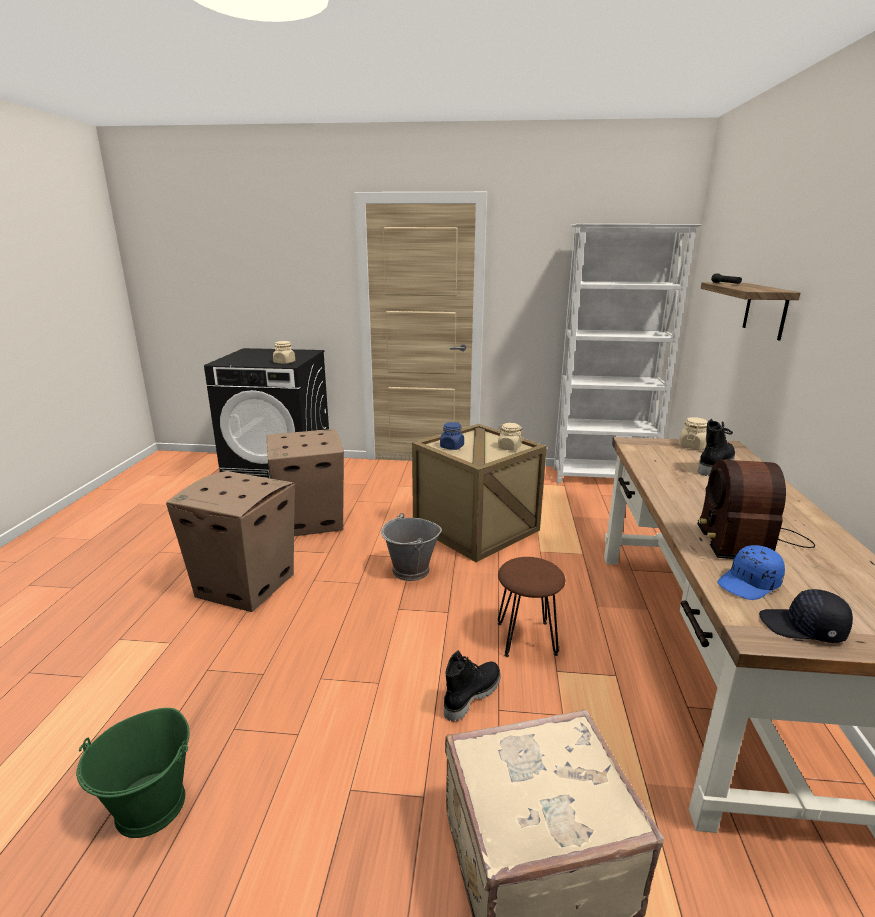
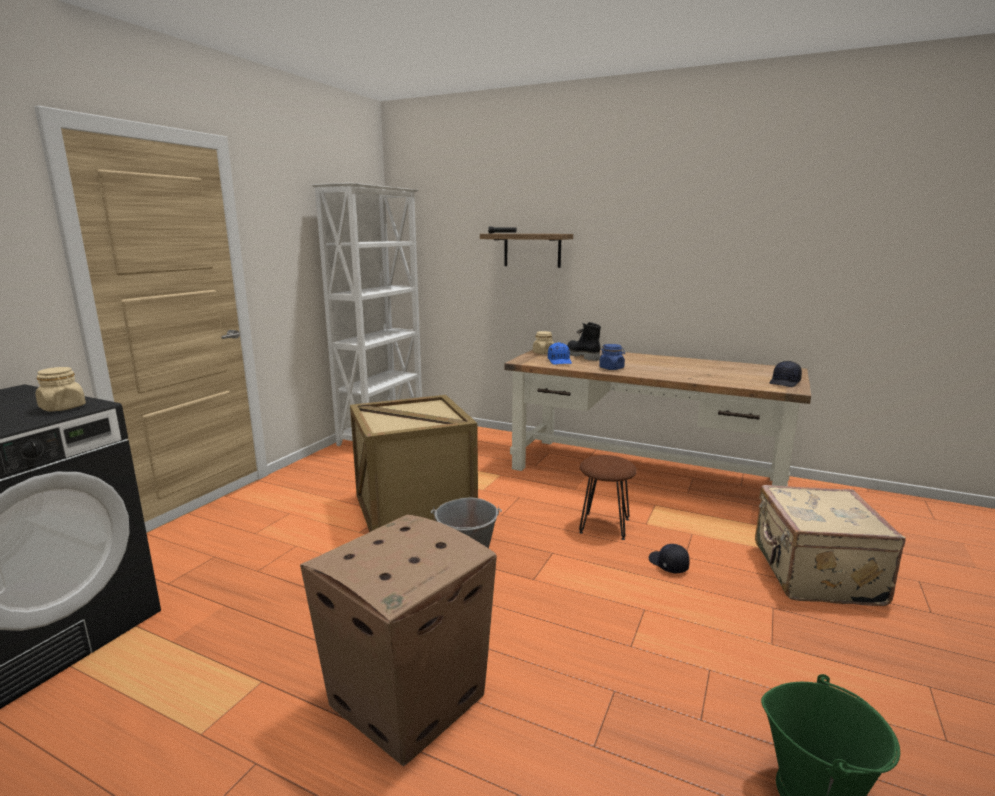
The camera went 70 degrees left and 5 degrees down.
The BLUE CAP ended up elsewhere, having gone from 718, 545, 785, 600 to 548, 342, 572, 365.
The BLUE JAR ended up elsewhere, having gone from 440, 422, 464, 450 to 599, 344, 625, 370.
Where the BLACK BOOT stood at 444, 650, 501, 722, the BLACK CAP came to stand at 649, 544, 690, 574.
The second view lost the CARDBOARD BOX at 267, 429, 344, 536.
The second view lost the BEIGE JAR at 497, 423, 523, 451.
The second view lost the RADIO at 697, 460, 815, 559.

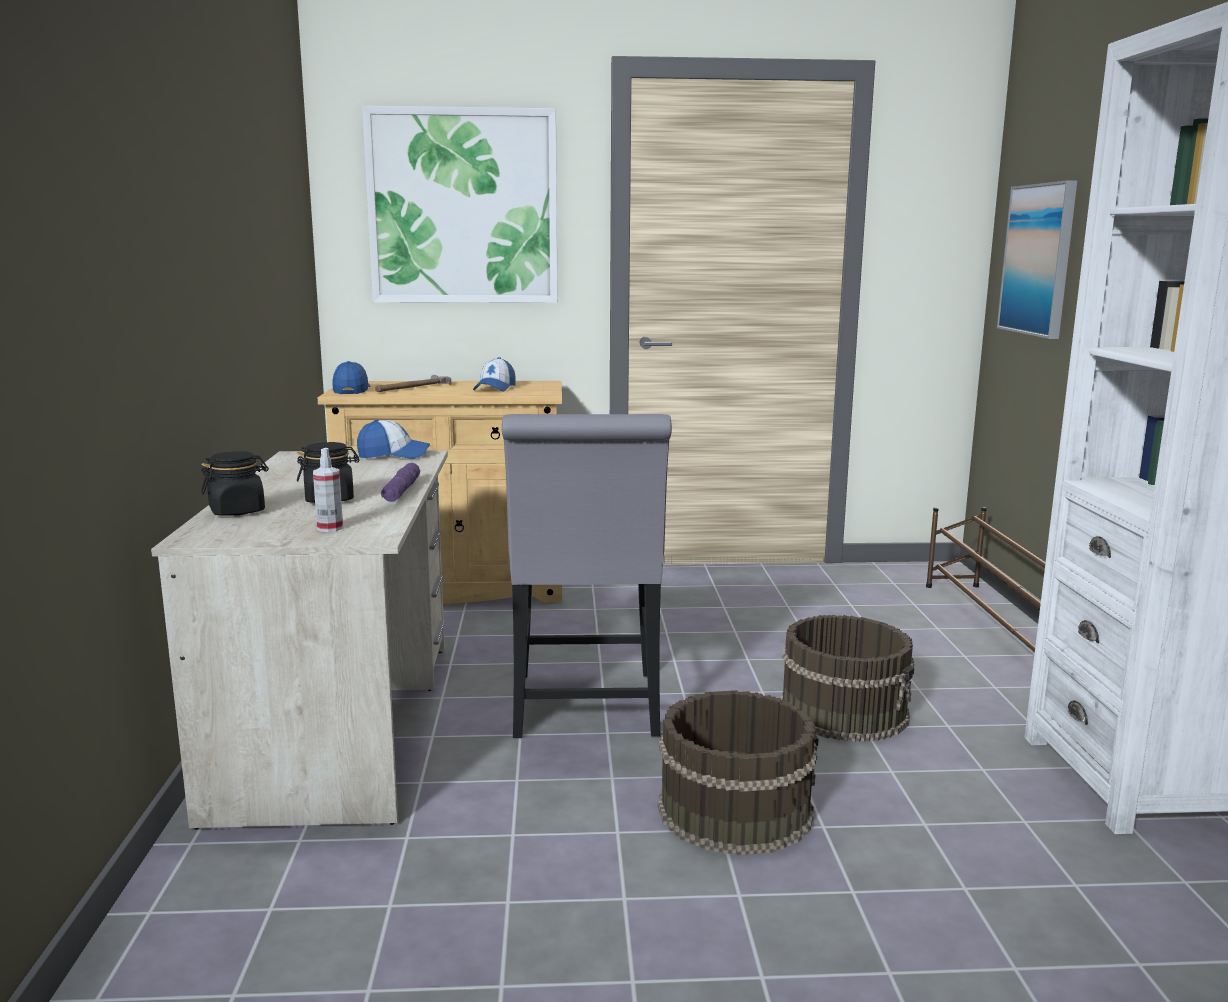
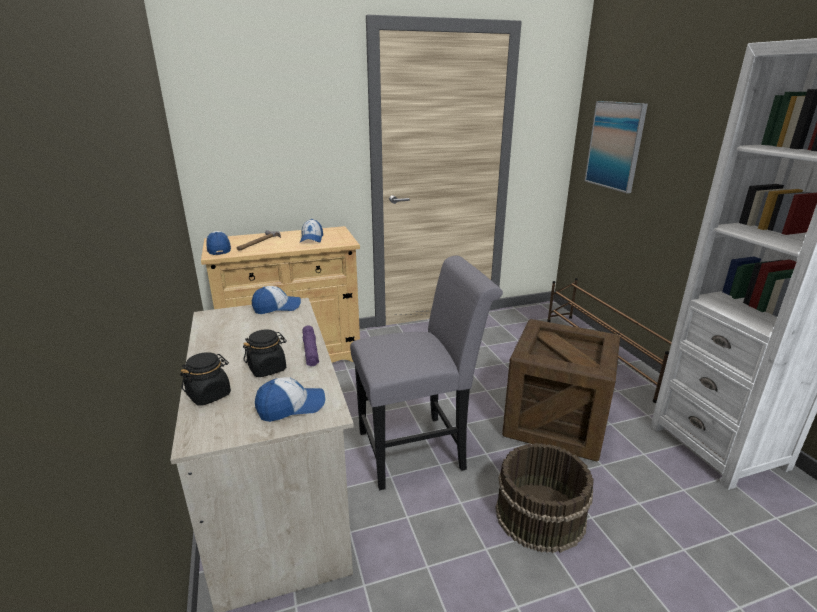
The camera went 15 degrees left and 10 degrees up.
Where the SPRAY BOTTLE stood at 313, 448, 343, 532, the CAP came to stand at 255, 377, 325, 422.
The GREY CHAIR at 502, 414, 672, 738 ended up facing another way, 90 degrees counterclockwise from before.
Where the BROWN BUCKET stood at 781, 615, 914, 742, the CRATE came to stand at 502, 319, 620, 461.
The second view lost the PICTURE at 362, 106, 558, 303.

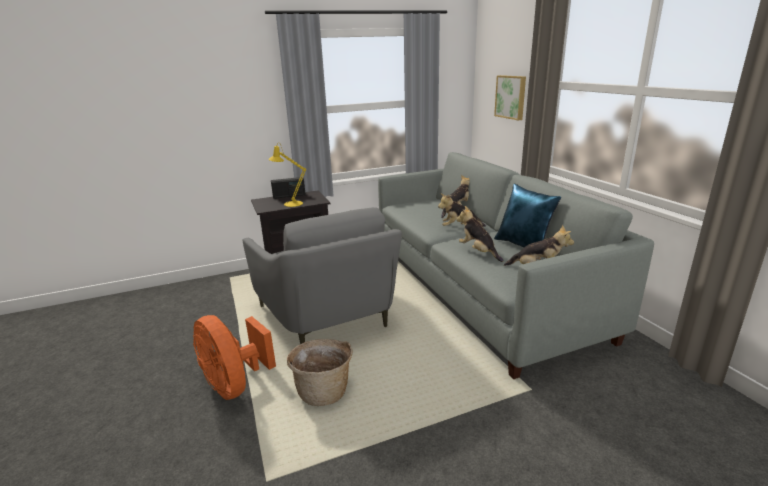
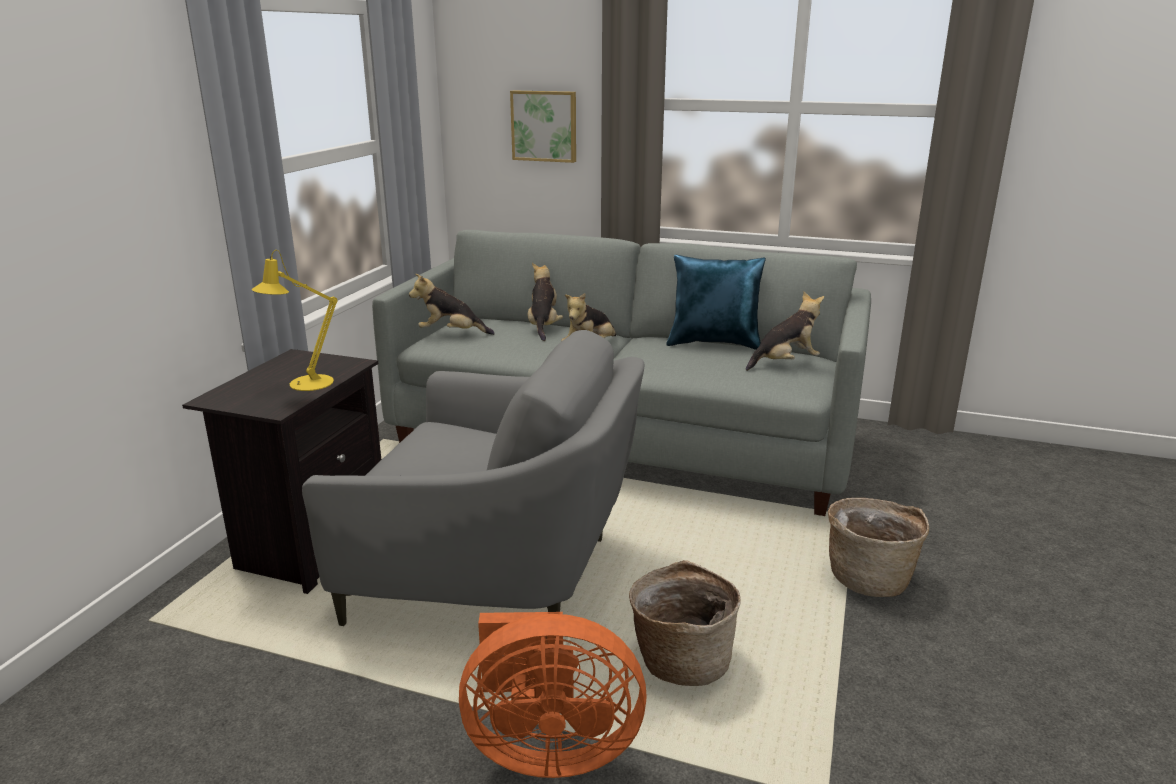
The camera went 50 degrees left and 0 degrees up.
The PLUSH TOY ended up elsewhere, having gone from 456, 206, 503, 262 to 409, 273, 495, 335.
The second view gained the BASKET at 828, 498, 929, 597.
The second view lost the RADIO at 271, 177, 306, 199.

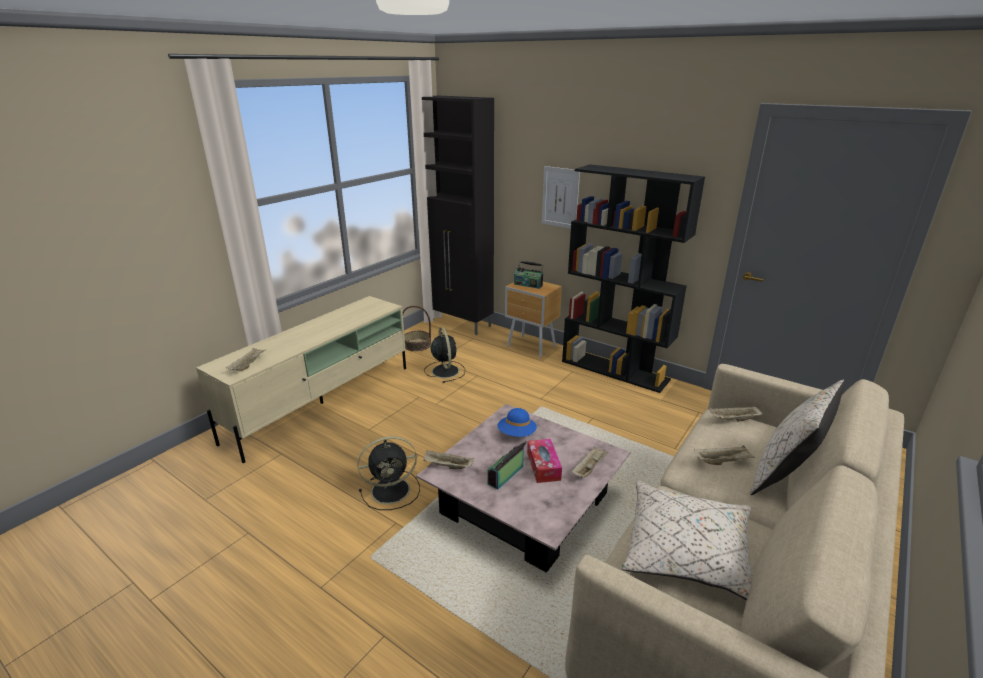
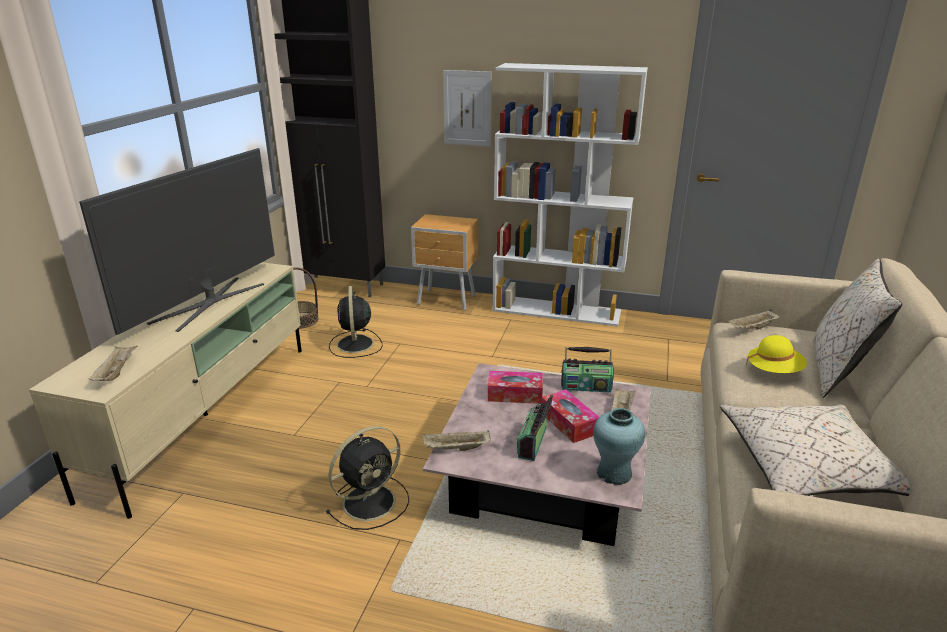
The camera went 20 degrees left and 0 degrees up.
The second view gained the TELEVISION at 79, 148, 275, 335.
The BLACK FAN at 424, 327, 465, 383 ended up facing another way, 150 degrees counterclockwise from before.
Where the BLUE HAT stood at 497, 408, 537, 437, the TISSUE BOX came to stand at 488, 371, 543, 404.
What was the BLACK BOOKCASE at 562, 164, 705, 393 turned into the WHITE BOOKCASE at 492, 63, 648, 327.
The RADIO ended up elsewhere, having gone from 514, 261, 543, 289 to 561, 347, 614, 392.
The second view gained the TURQUOISE VASE at 593, 408, 645, 485.
Where the BEIGE TRAY stood at 694, 445, 755, 465, the YELLOW HAT came to stand at 746, 335, 807, 373.

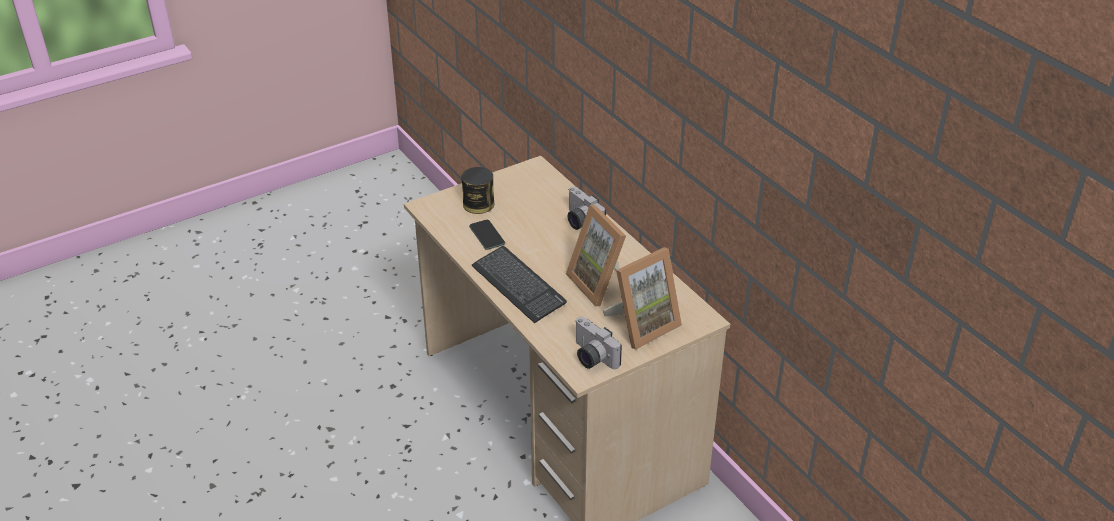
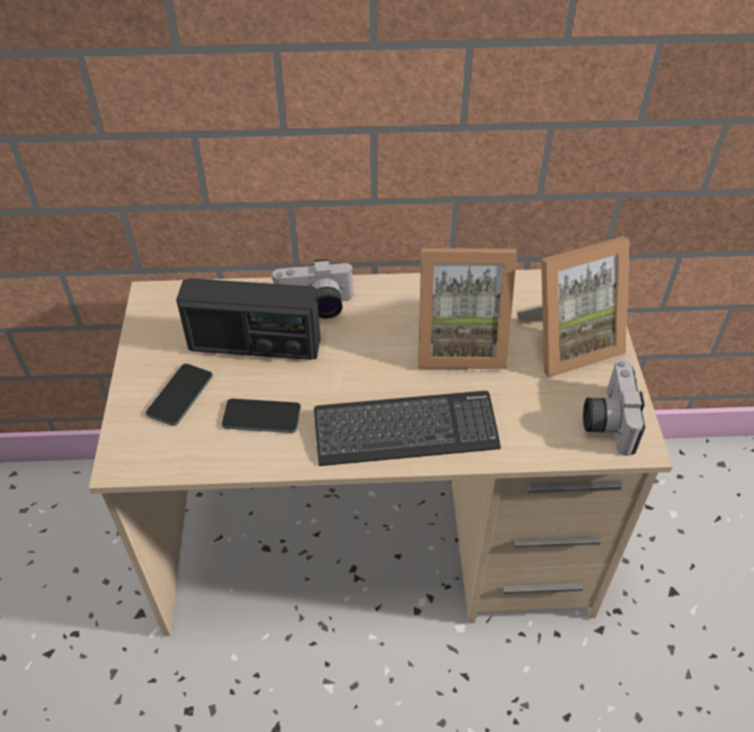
The camera went 60 degrees left and 10 degrees up.
Where the CAN stood at 461, 167, 494, 214, the PHONE came to stand at 146, 364, 213, 426.
The second view gained the RADIO at 176, 278, 321, 360.
The PICTURE FRAME at 603, 247, 682, 350 ended up facing another way, 75 degrees clockwise from before.
The PHOTO CAMERA at 575, 317, 622, 369 ended up facing another way, 105 degrees clockwise from before.

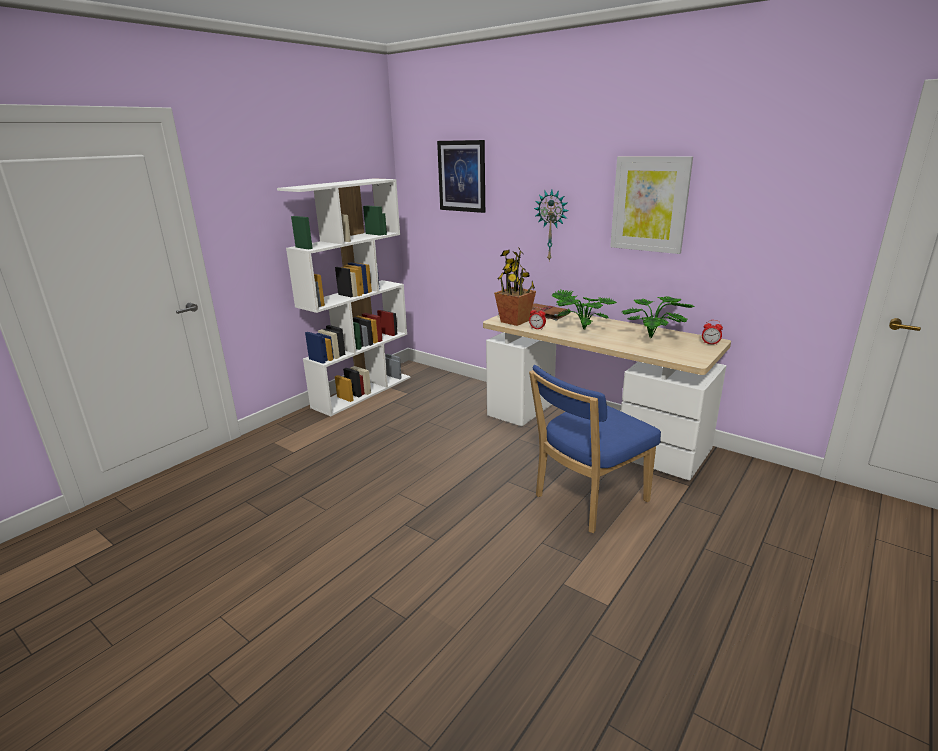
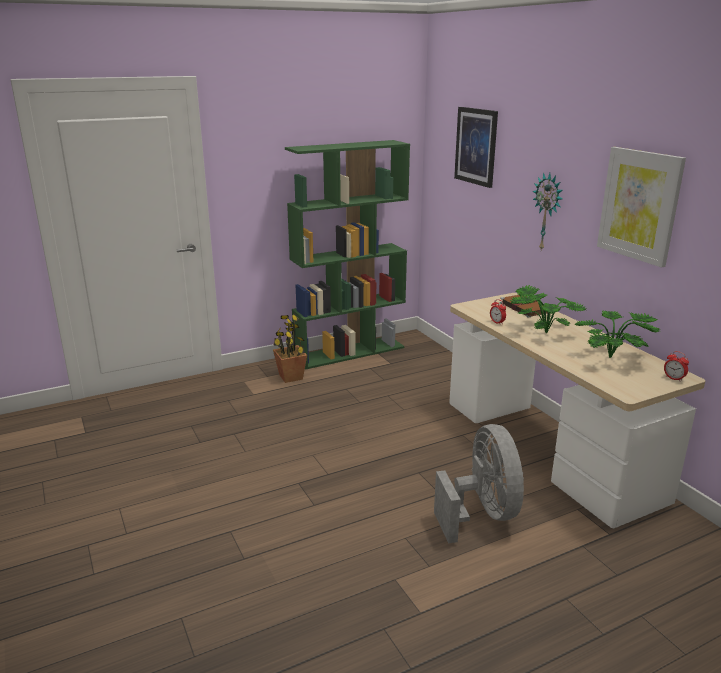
The camera went 25 degrees right and 0 degrees up.
The POTTED PLANT ended up elsewhere, having gone from 494, 248, 536, 326 to 273, 314, 307, 383.
What was the WHITE BOOKCASE at 277, 178, 410, 416 turned into the GREEN BOOKCASE at 285, 140, 410, 369.
Where the BLUE CHAIR stood at 529, 365, 661, 533, the GREY FAN came to stand at 434, 424, 524, 543.

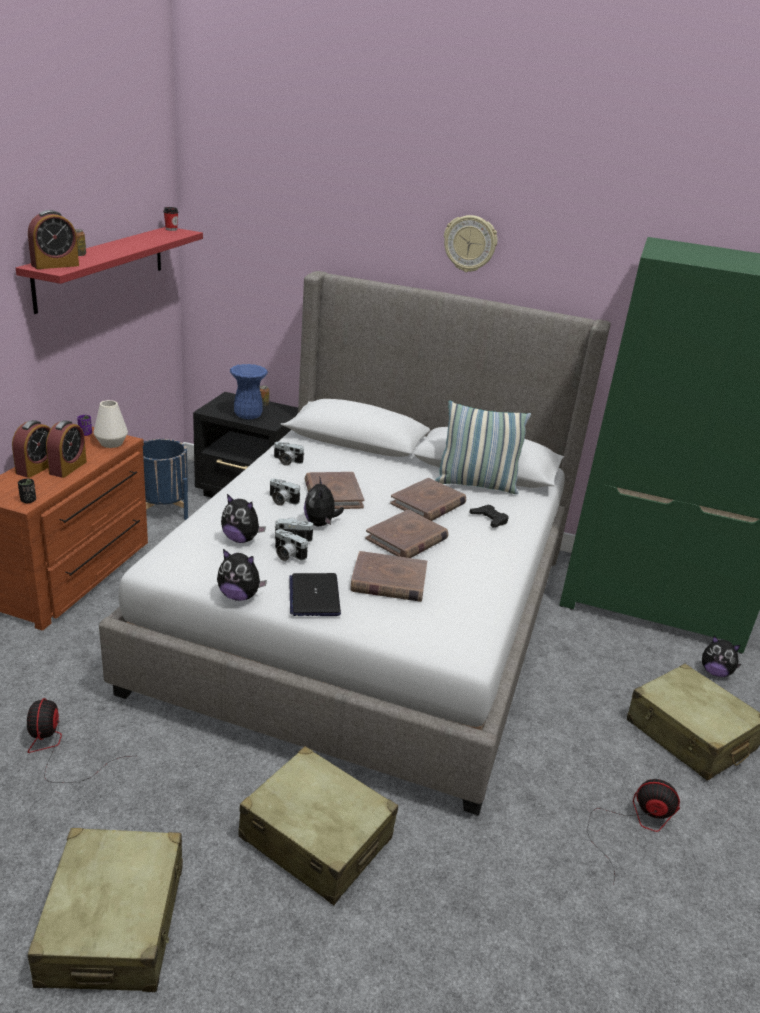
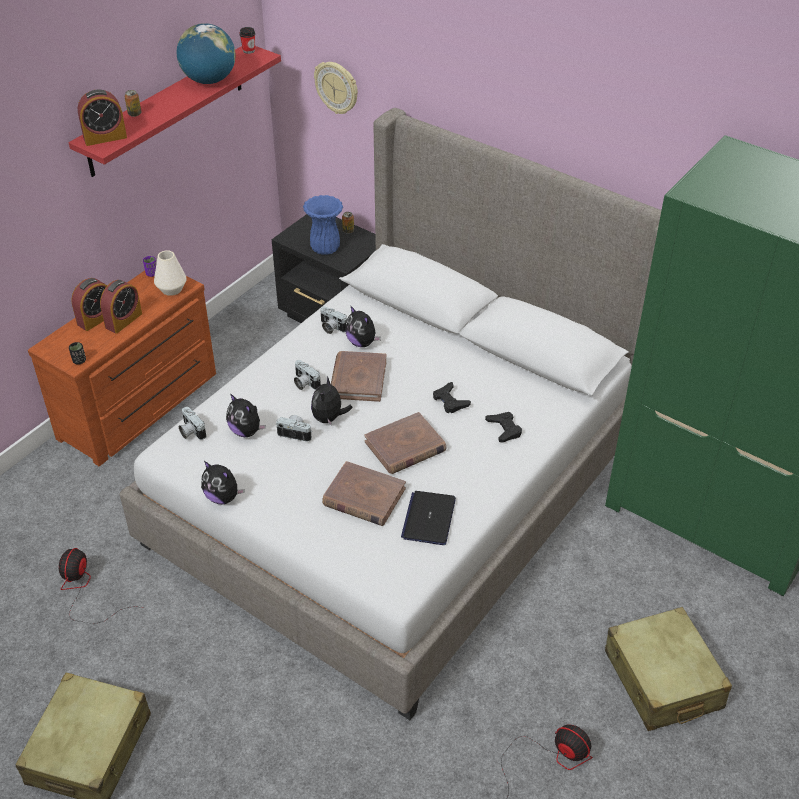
The camera went 20 degrees right and 15 degrees up.
The second view gained the GLOBE at 177, 23, 235, 84.
The PHOTO CAMERA ended up elsewhere, having gone from 275, 529, 308, 561 to 179, 407, 206, 440.
The WALL CLOCK ended up elsewhere, having gone from 444, 215, 497, 272 to 314, 62, 358, 114.
The PLUSH TOY ended up elsewhere, having gone from 702, 636, 741, 677 to 345, 305, 381, 347.
The LAPTOP ended up elsewhere, having gone from 289, 573, 341, 616 to 401, 491, 456, 545.
Where the BROWN BOOK stood at 390, 478, 466, 521, the BLACK GAME CONTROLLER came to stand at 433, 382, 471, 413.
The second view lost the BLUE PLANTER at 143, 439, 188, 520.
The second view lost the BEIGE SUITCASE at 238, 746, 398, 905.
The second view lost the PILLOW at 435, 400, 531, 494.

